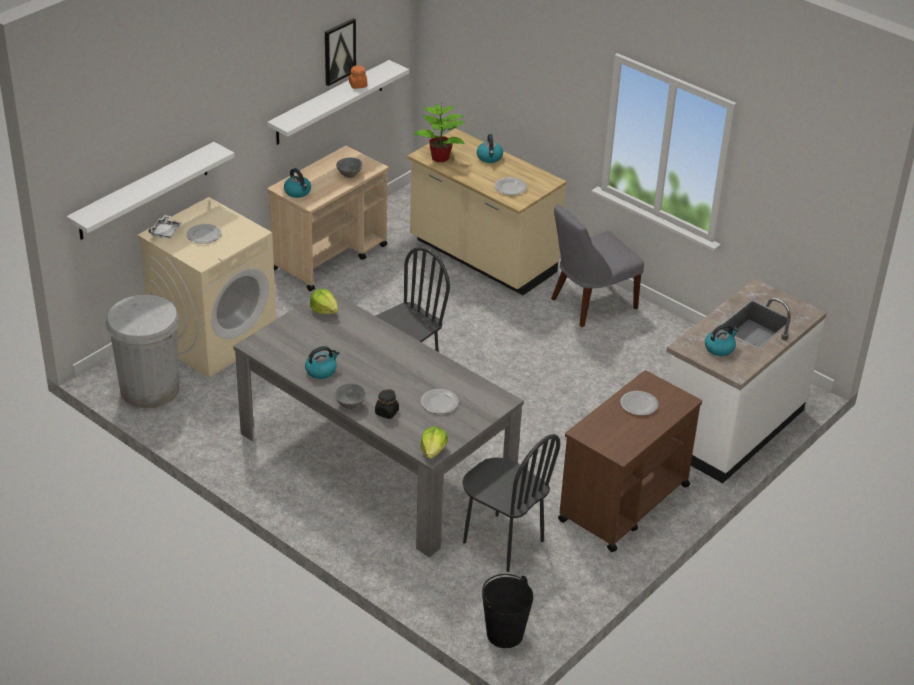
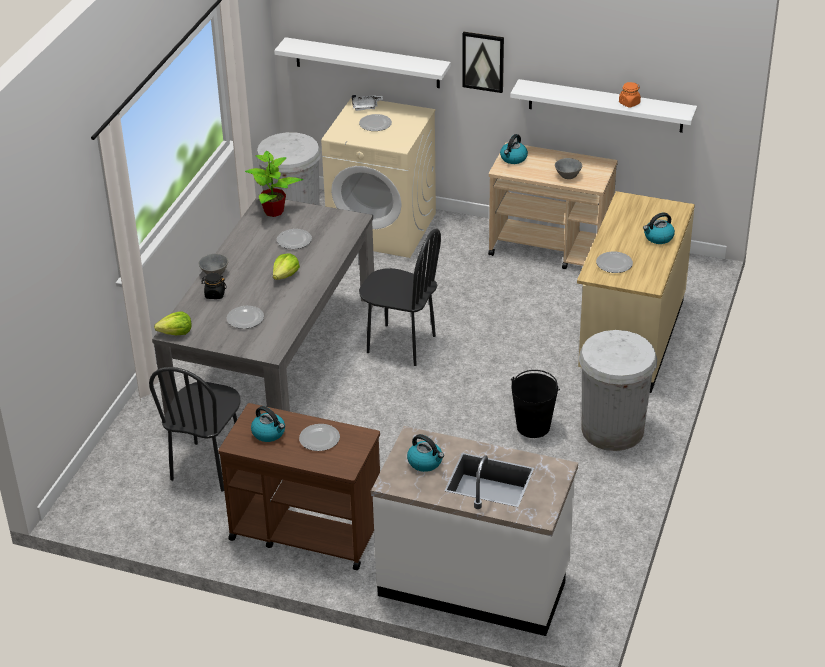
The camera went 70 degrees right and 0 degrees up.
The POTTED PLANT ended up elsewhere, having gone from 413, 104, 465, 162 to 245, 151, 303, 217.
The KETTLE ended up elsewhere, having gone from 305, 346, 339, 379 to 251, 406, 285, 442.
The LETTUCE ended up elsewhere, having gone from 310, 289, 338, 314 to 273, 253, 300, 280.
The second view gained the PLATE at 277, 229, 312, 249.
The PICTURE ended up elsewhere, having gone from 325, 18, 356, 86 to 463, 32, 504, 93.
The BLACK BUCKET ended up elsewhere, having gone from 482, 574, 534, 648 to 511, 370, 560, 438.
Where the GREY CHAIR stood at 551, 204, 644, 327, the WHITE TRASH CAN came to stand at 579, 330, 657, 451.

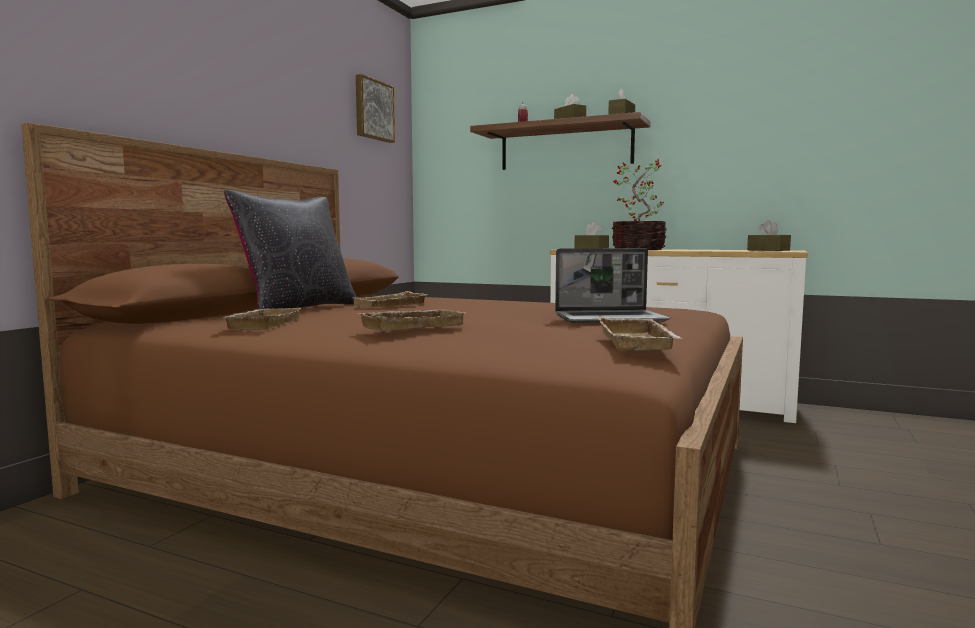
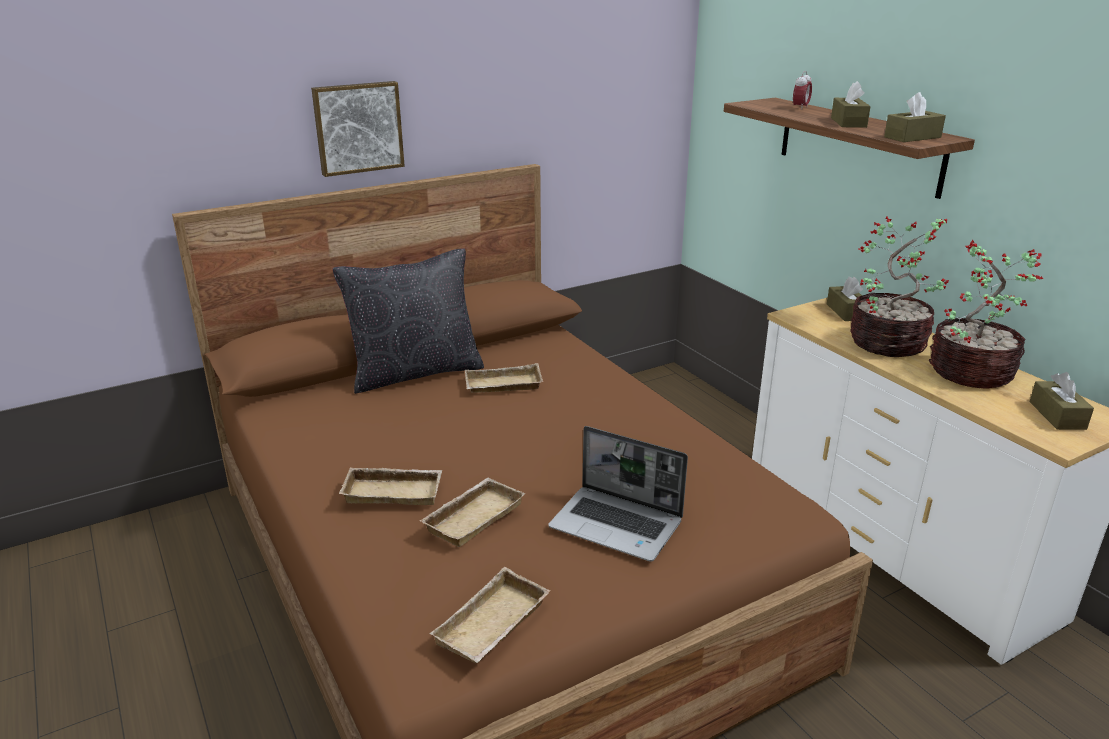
The camera went 35 degrees right and 20 degrees up.
The PICTURE ended up elsewhere, having gone from 356, 74, 395, 143 to 311, 81, 405, 177.
The BEIGE TRAY ended up elsewhere, having gone from 224, 308, 301, 330 to 419, 478, 525, 547.
The second view gained the POTTED PLANT at 929, 239, 1043, 389.

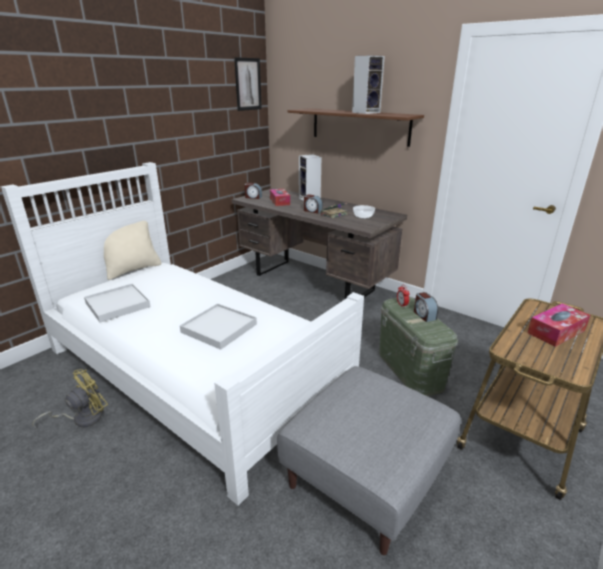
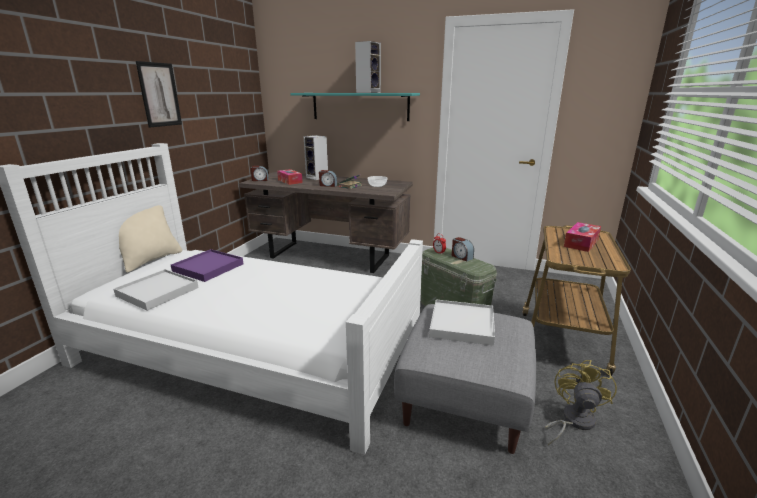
The camera went 20 degrees left and 5 degrees down.
The PICTURE ended up elsewhere, having gone from 234, 57, 262, 111 to 136, 61, 182, 128.
The second view gained the PURPLE TRAY at 171, 249, 243, 282.
What was the BROWN SHELF at 288, 108, 424, 147 turned into the TURQUOISE SHELF at 290, 93, 420, 121.
The WHITE TRAY ended up elsewhere, having gone from 180, 303, 257, 350 to 429, 299, 495, 346.
The YELLOW FAN ended up elsewhere, having gone from 33, 369, 108, 429 to 545, 360, 617, 446.

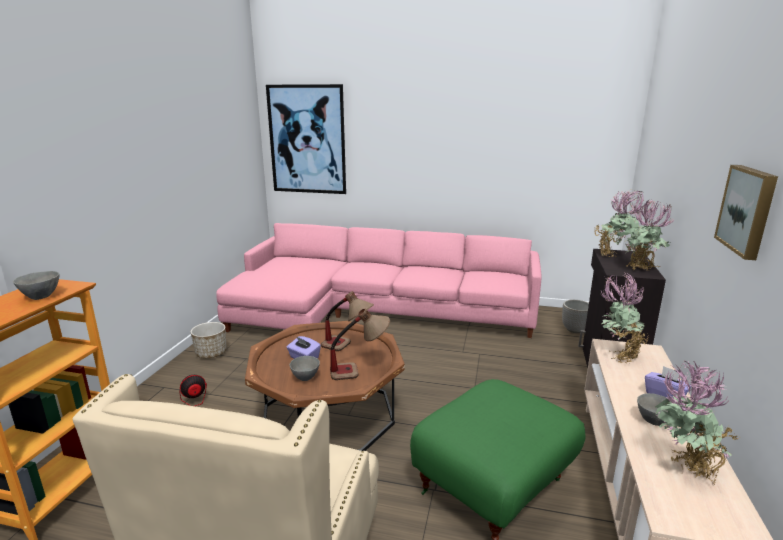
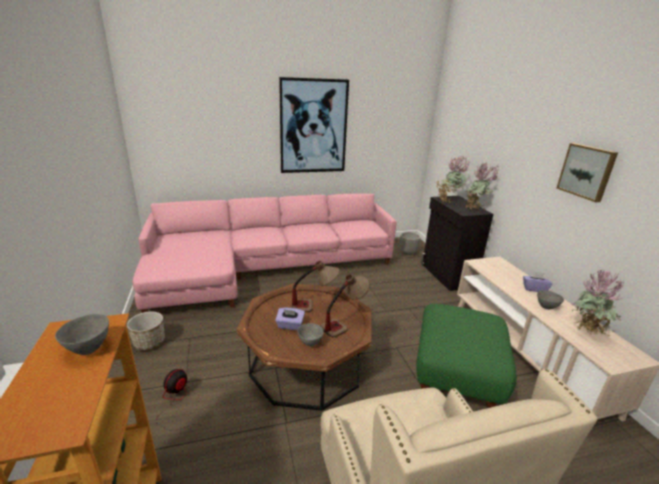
The camera went 30 degrees left and 5 degrees up.
The PICTURE ended up elsewhere, having gone from 266, 84, 346, 194 to 279, 77, 349, 173.
The second view lost the POTTED PLANT at 601, 272, 649, 363.

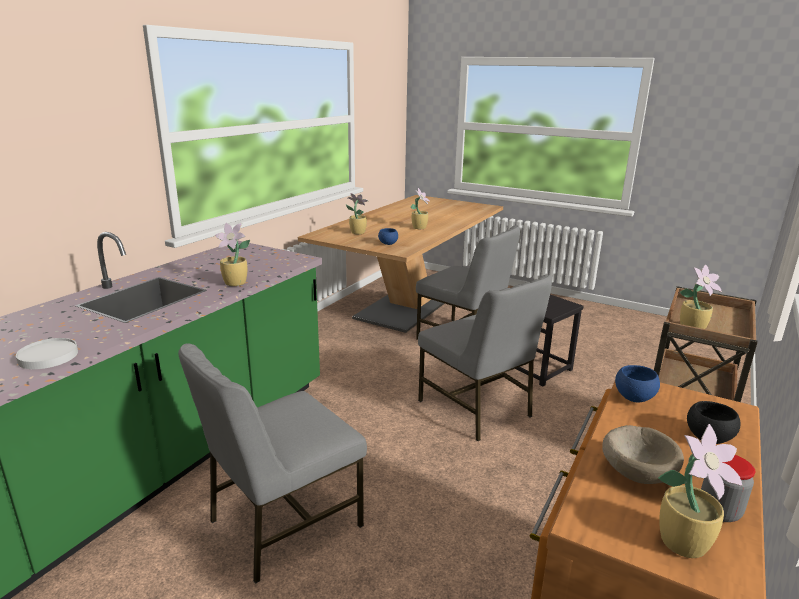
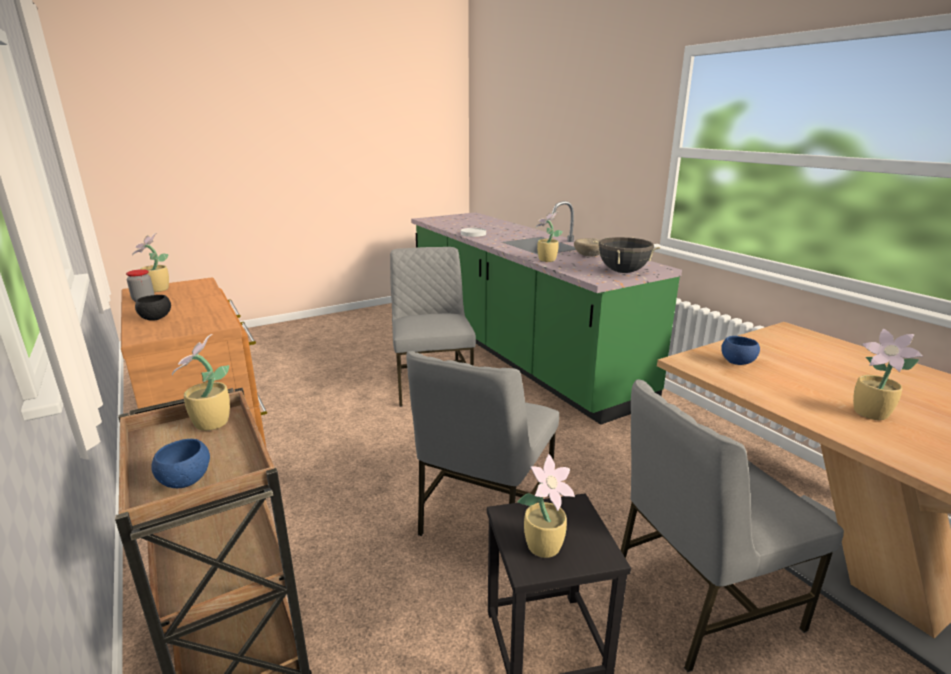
The camera went 120 degrees right and 0 degrees up.
The BLUE BOWL ended up elsewhere, having gone from 615, 365, 660, 402 to 151, 439, 210, 488.
The GREY CHAIR at 418, 274, 552, 441 ended up facing another way, 60 degrees counterclockwise from before.
The POTTED PLANT ended up elsewhere, having gone from 346, 193, 368, 234 to 517, 454, 575, 558.
The BEIGE BOWL ended up elsewhere, having gone from 602, 425, 684, 484 to 574, 238, 600, 257.
The second view gained the BLACK COOKING POT at 593, 237, 661, 273.

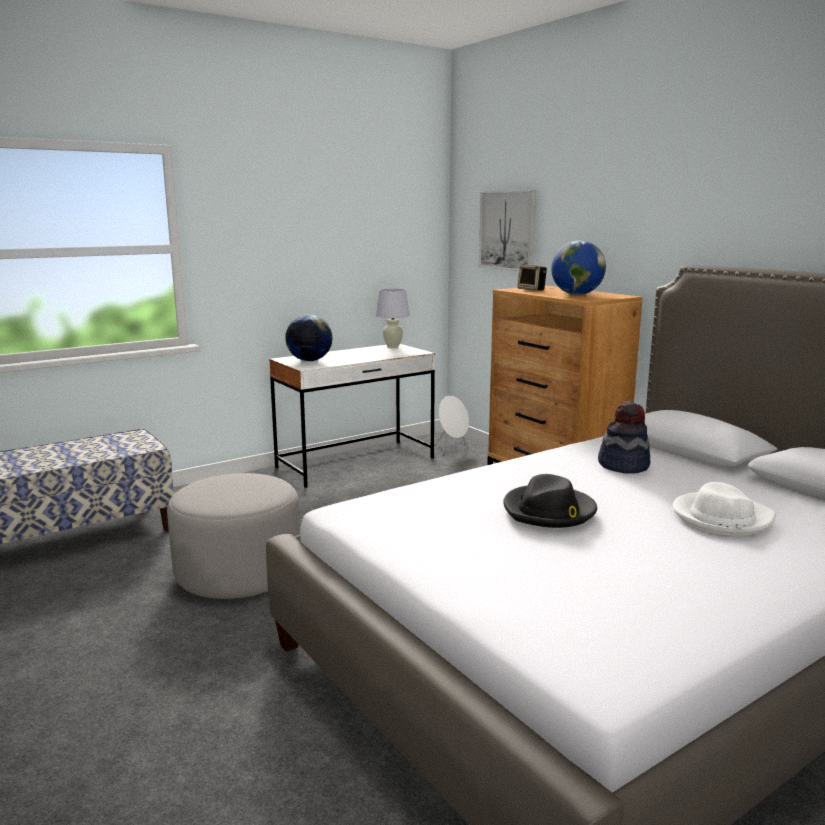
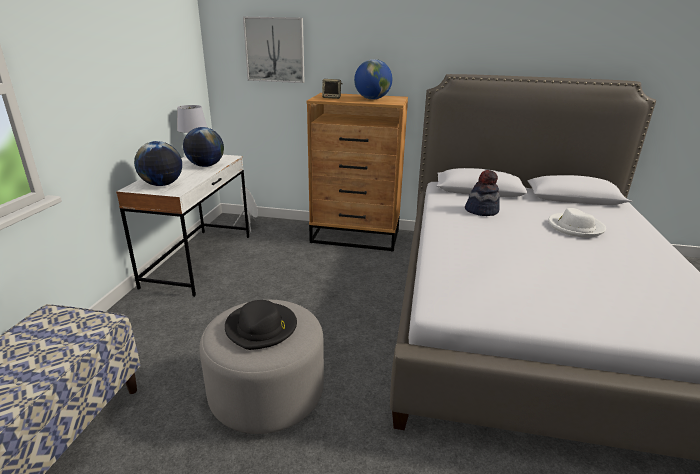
The camera went 45 degrees left and 10 degrees up.
The second view gained the GLOBE at 183, 127, 224, 167.
The BLACK HAT ended up elsewhere, having gone from 503, 474, 597, 528 to 225, 300, 297, 350.

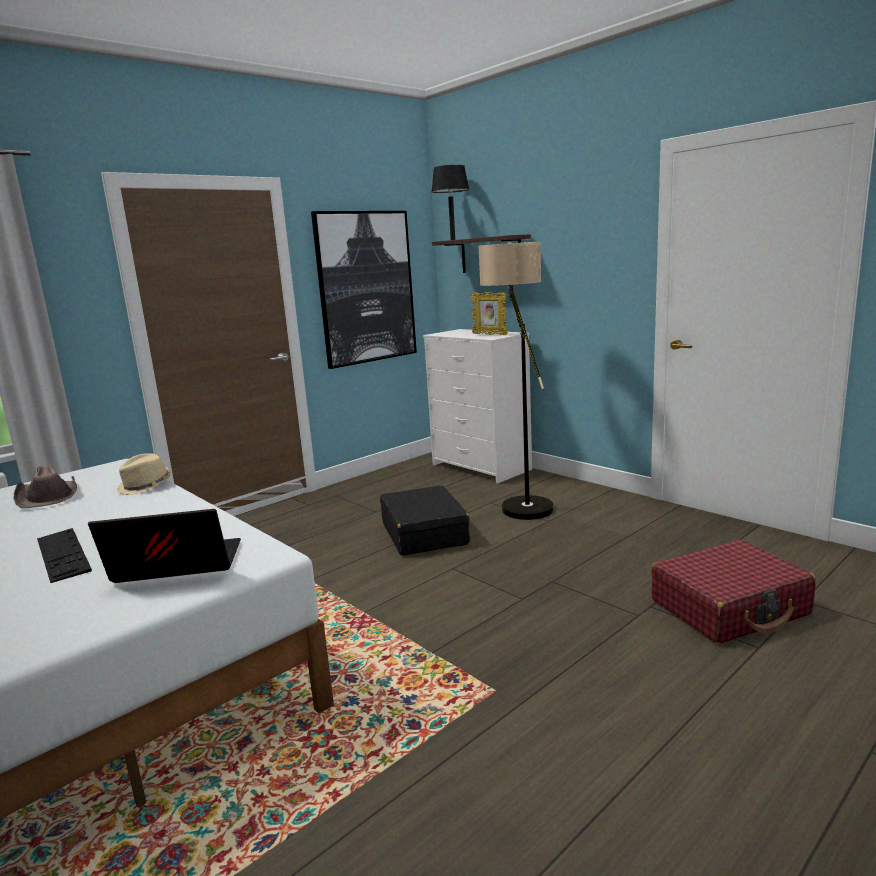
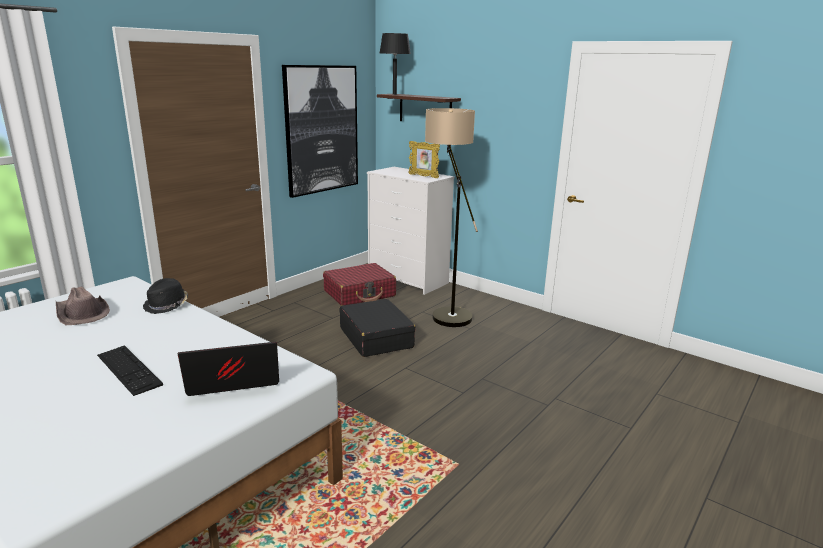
The camera went 10 degrees left and 5 degrees up.
What was the BEIGE HAT at 117, 453, 172, 495 turned into the BLACK HAT at 143, 278, 188, 314.
The RED SUITCASE ended up elsewhere, having gone from 652, 540, 816, 644 to 323, 263, 396, 306.

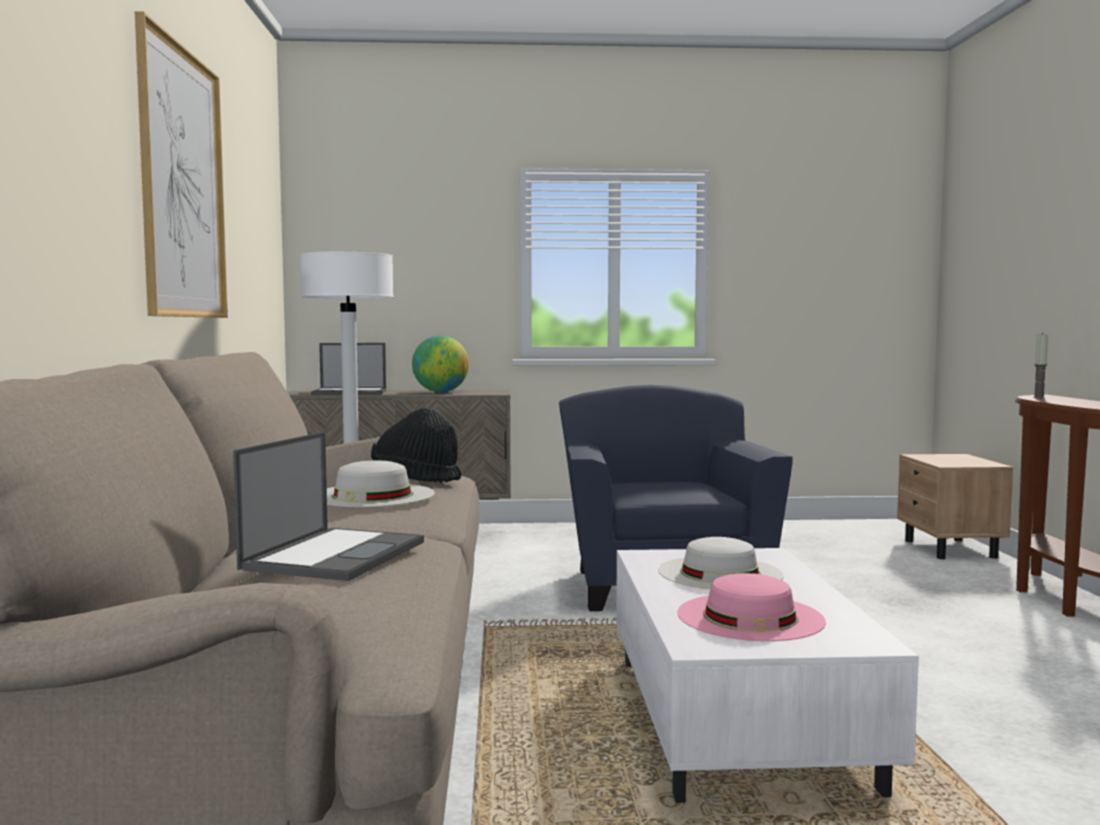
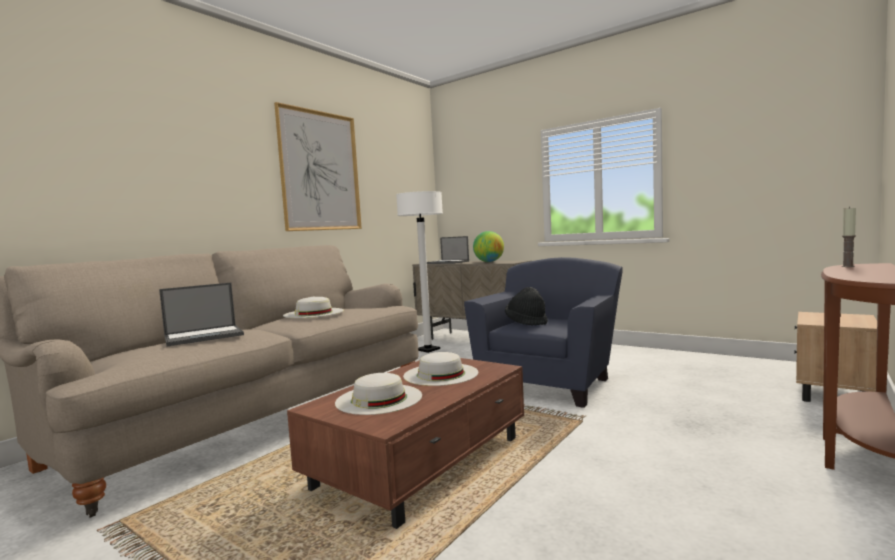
The camera went 40 degrees right and 0 degrees up.
What was the WHITE COFFEE TABLE at 616, 548, 919, 803 turned into the BROWN COFFEE TABLE at 287, 358, 524, 529.
What was the PINK HAT at 677, 573, 826, 641 turned into the WHITE HAT at 335, 373, 422, 415.
The BLACK HAT ended up elsewhere, having gone from 371, 408, 461, 483 to 505, 287, 548, 326.

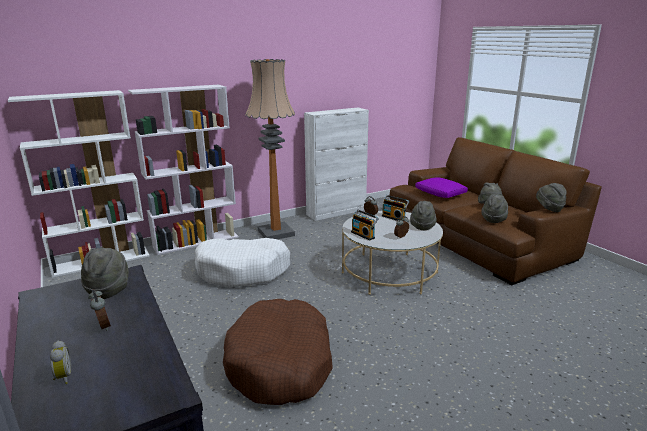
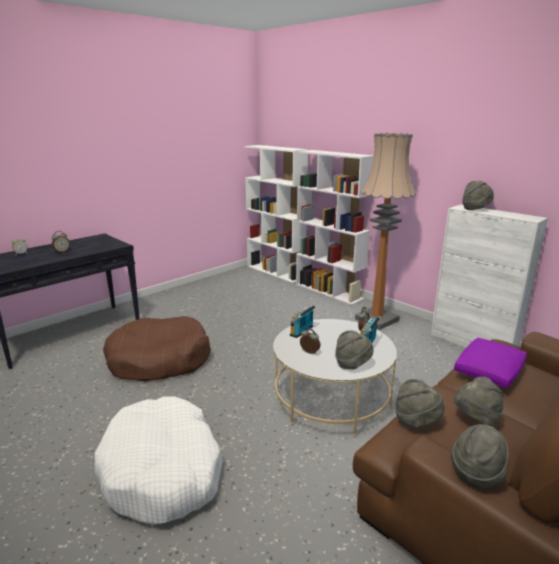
The camera went 75 degrees right and 0 degrees up.
The WHITE DOG BED ended up elsewhere, having gone from 195, 238, 290, 288 to 94, 396, 223, 525.
The GREY HAT ended up elsewhere, having gone from 81, 248, 129, 299 to 462, 181, 494, 210.

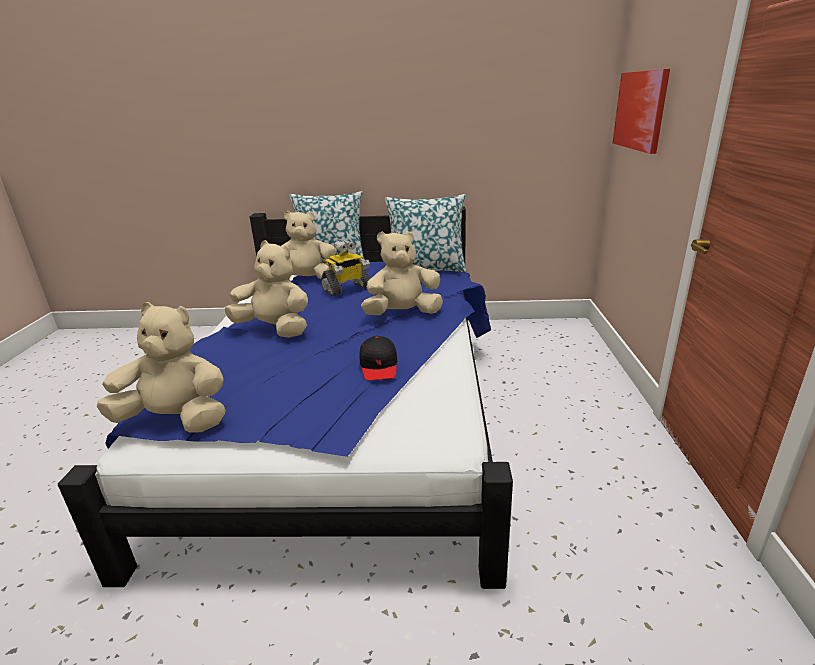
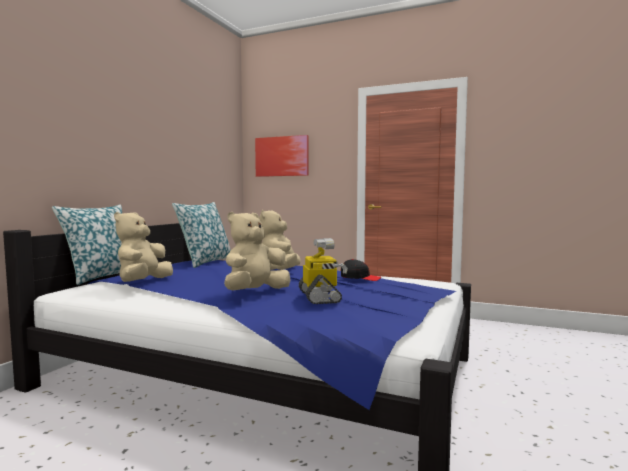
The camera went 70 degrees left and 20 degrees down.
The TOY ROBOT ended up elsewhere, having gone from 321, 240, 370, 296 to 299, 238, 348, 304.
The second view lost the BEIGE PLUSH TOY at 97, 302, 226, 433.

